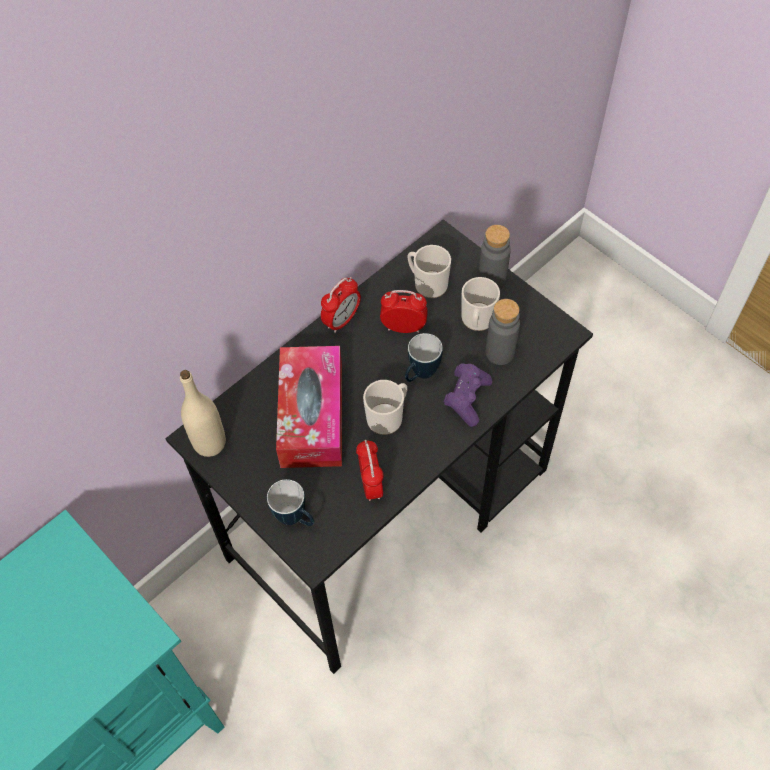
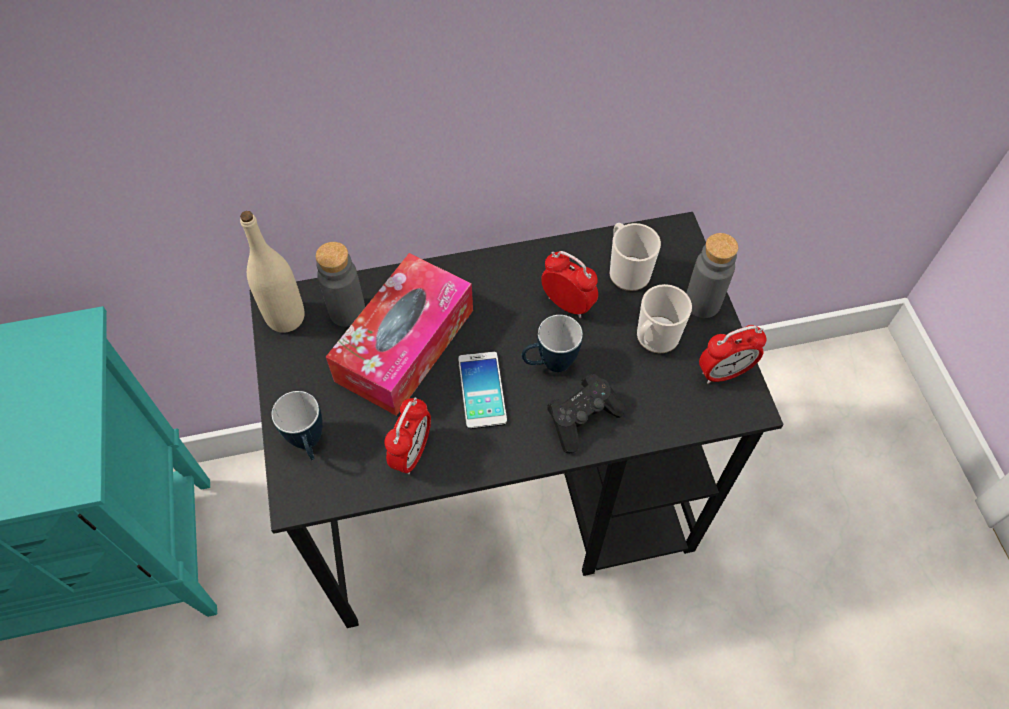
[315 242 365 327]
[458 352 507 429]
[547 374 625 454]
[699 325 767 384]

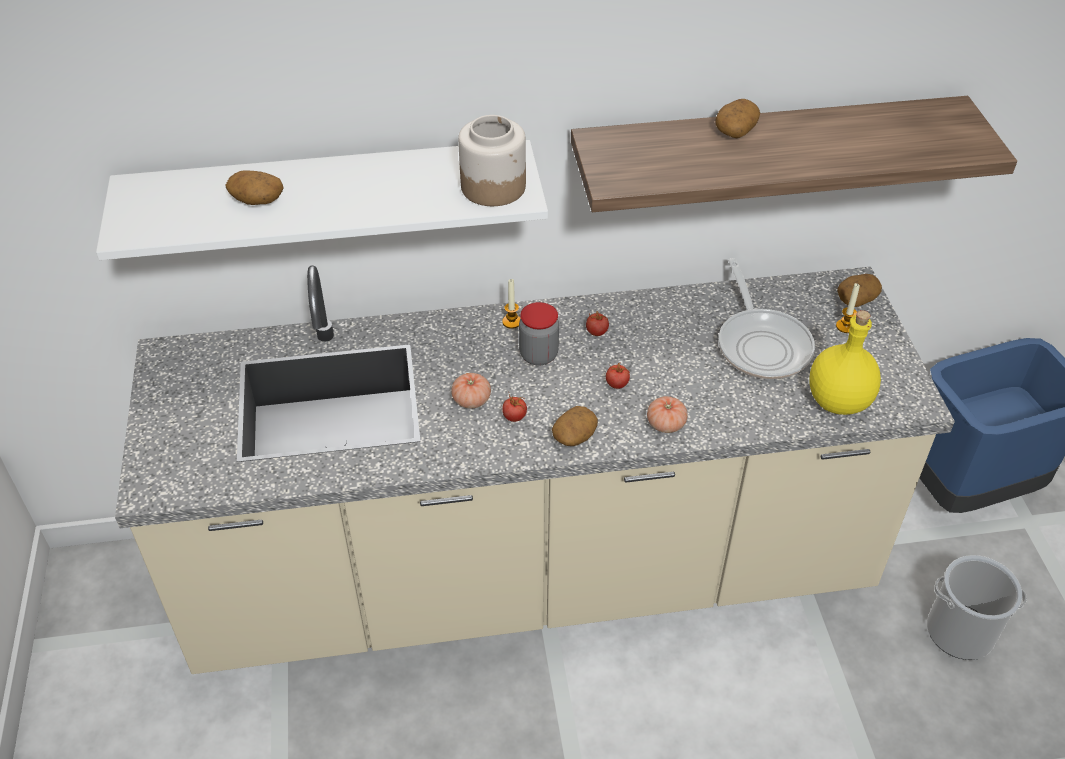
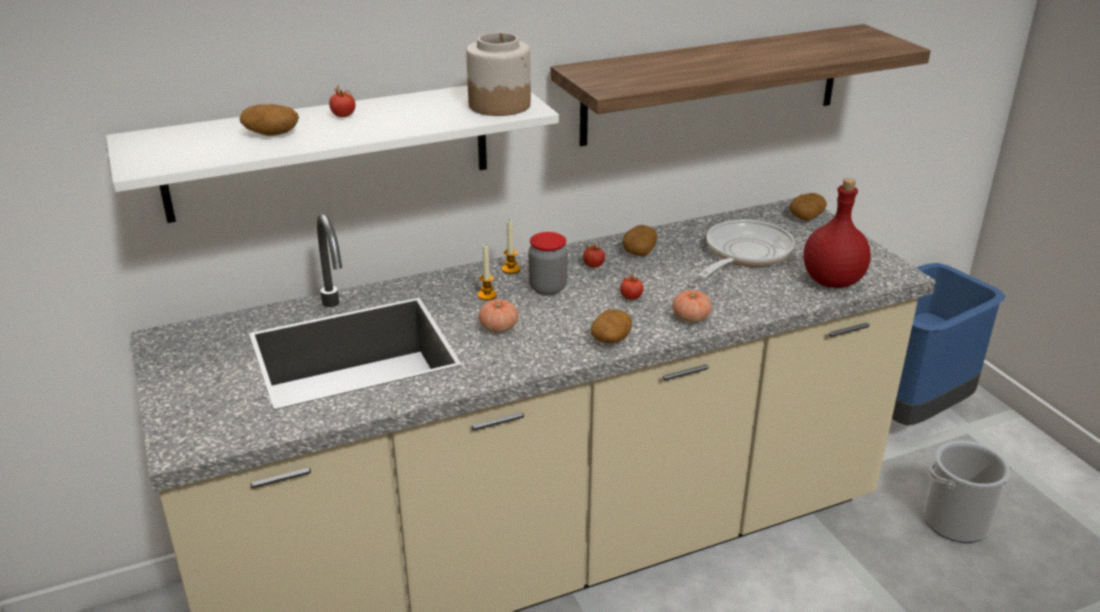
[329 85 355 117]
[477 244 497 301]
[623 225 657 256]
[697 219 795 279]
[804 178 871 288]

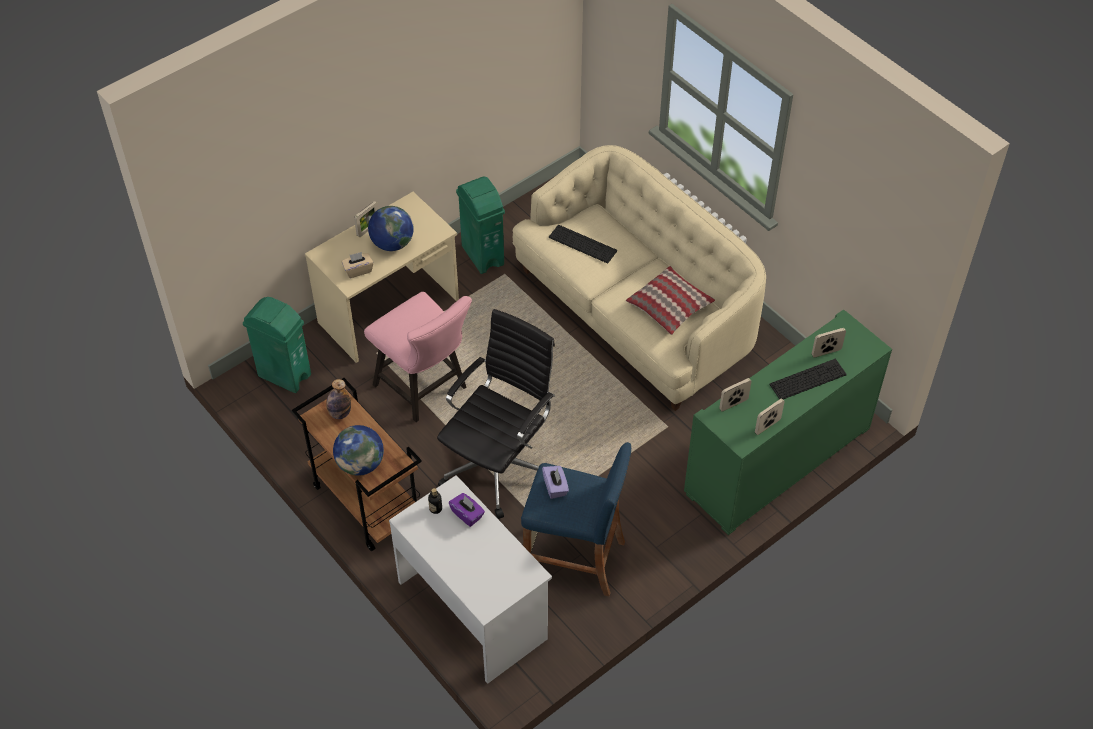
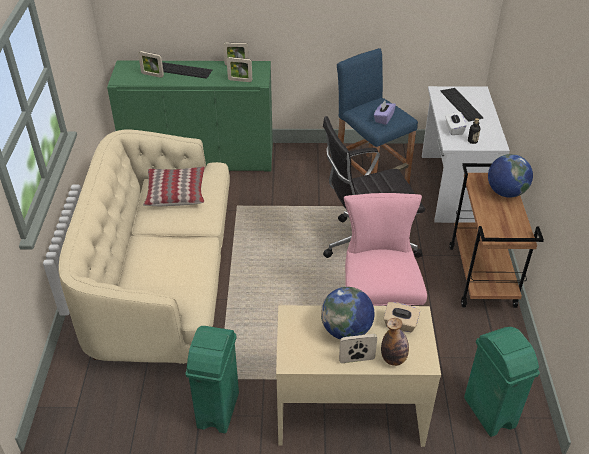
[381 318 409 366]
[440 88 484 122]
[445 111 467 135]

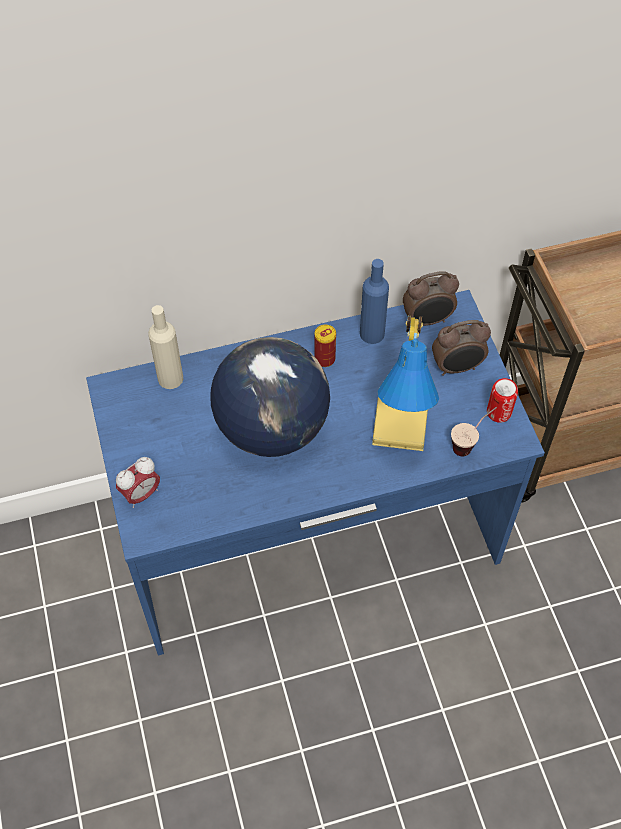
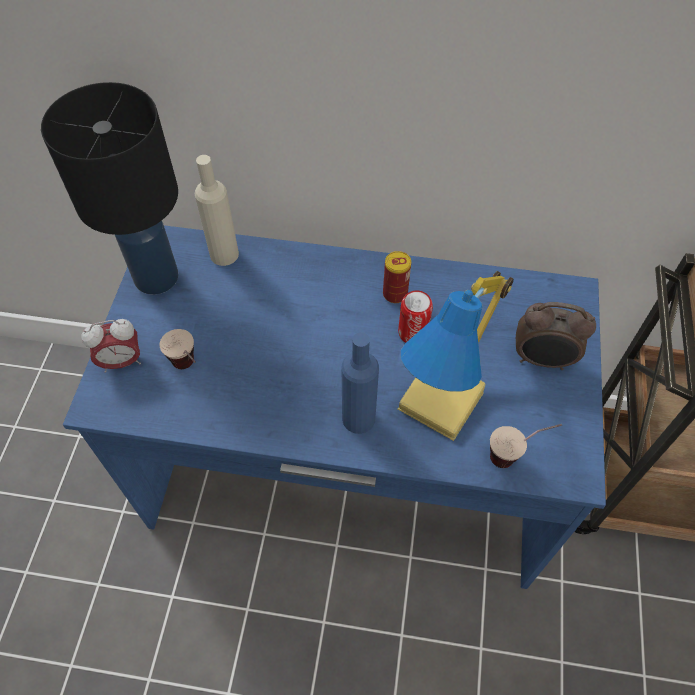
[41 82 178 295]
[159 329 196 369]
[342 332 379 434]
[398 290 433 343]
[210 337 330 457] (first image)
[403 271 459 326] (first image)

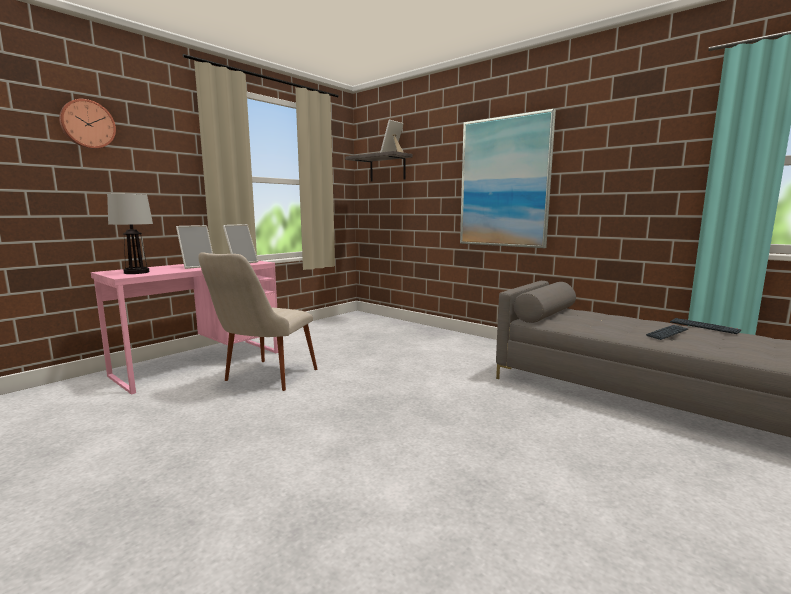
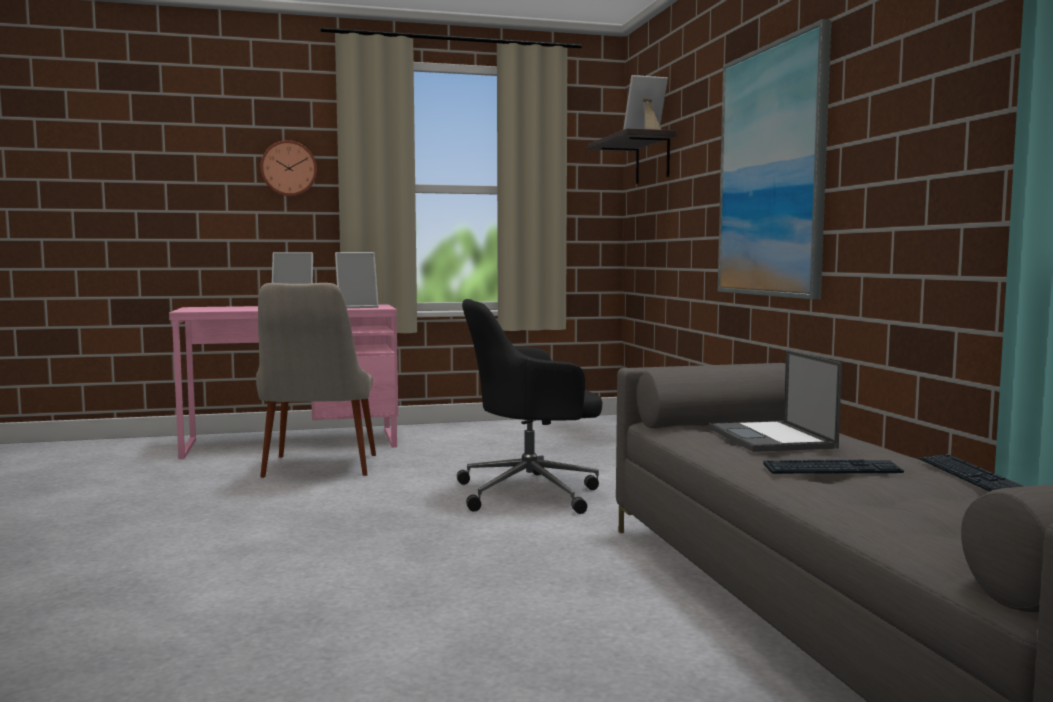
[256 283 376 478]
[260 140 317 196]
[457 299 602 514]
[709 350 842 452]
[107 194 153 274] (first image)

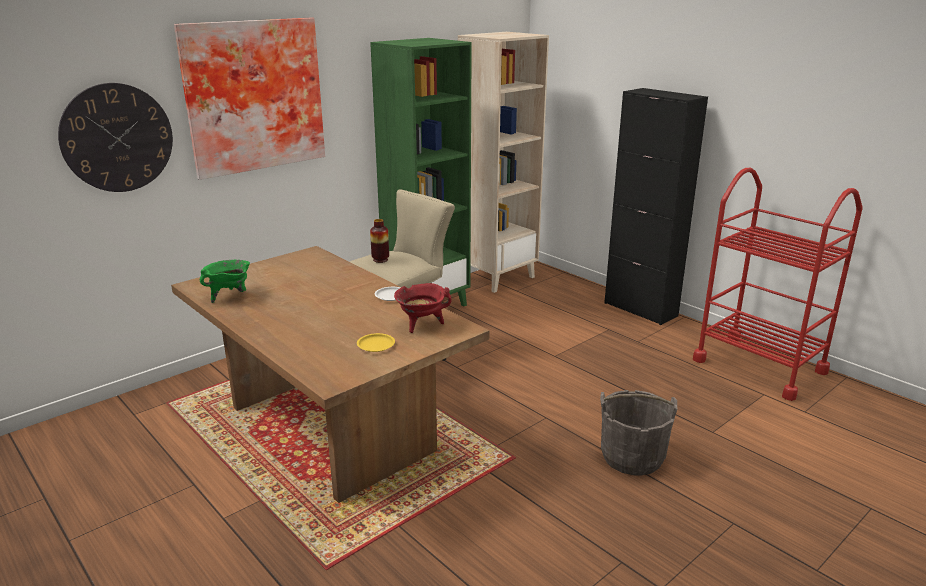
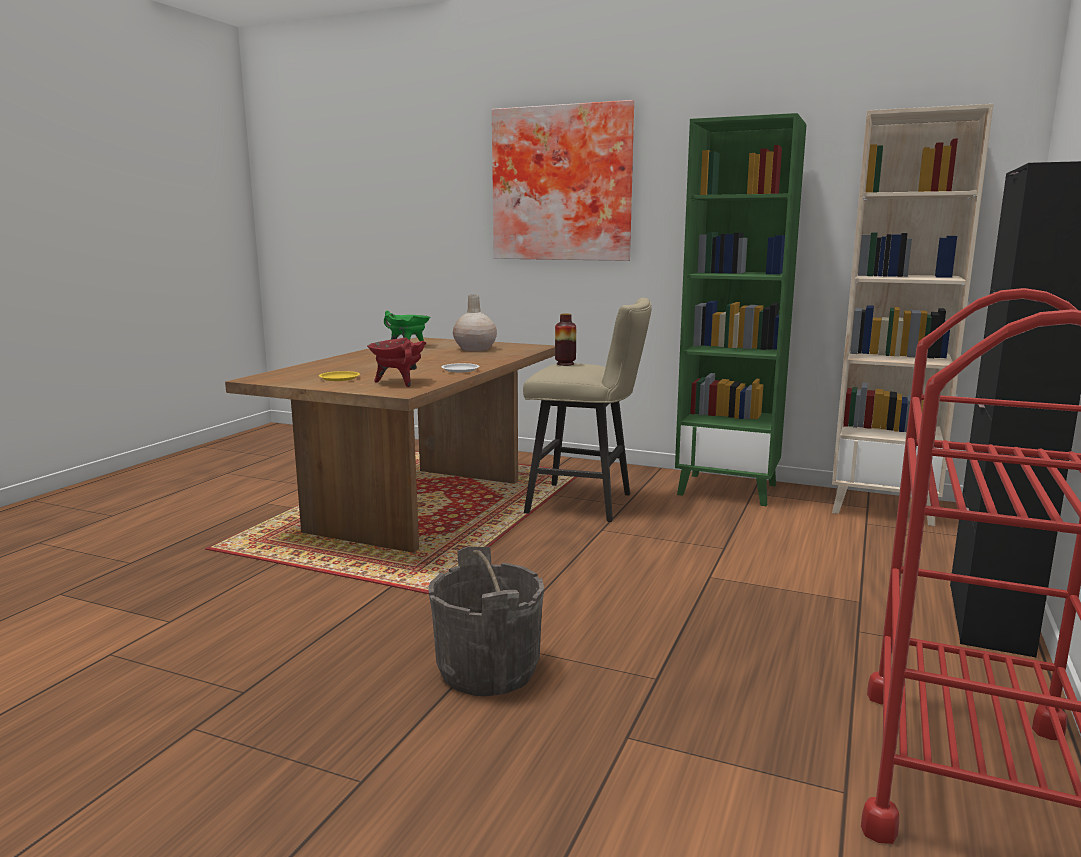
[453 295 497 351]
[58 83 173 192] (first image)

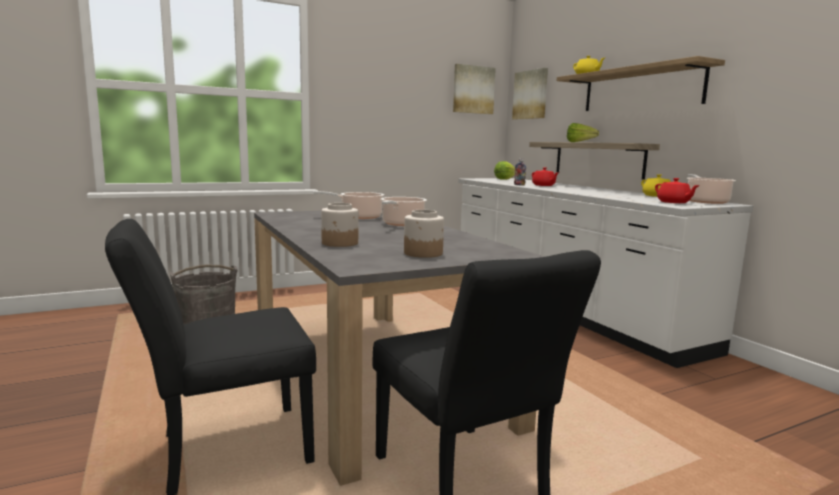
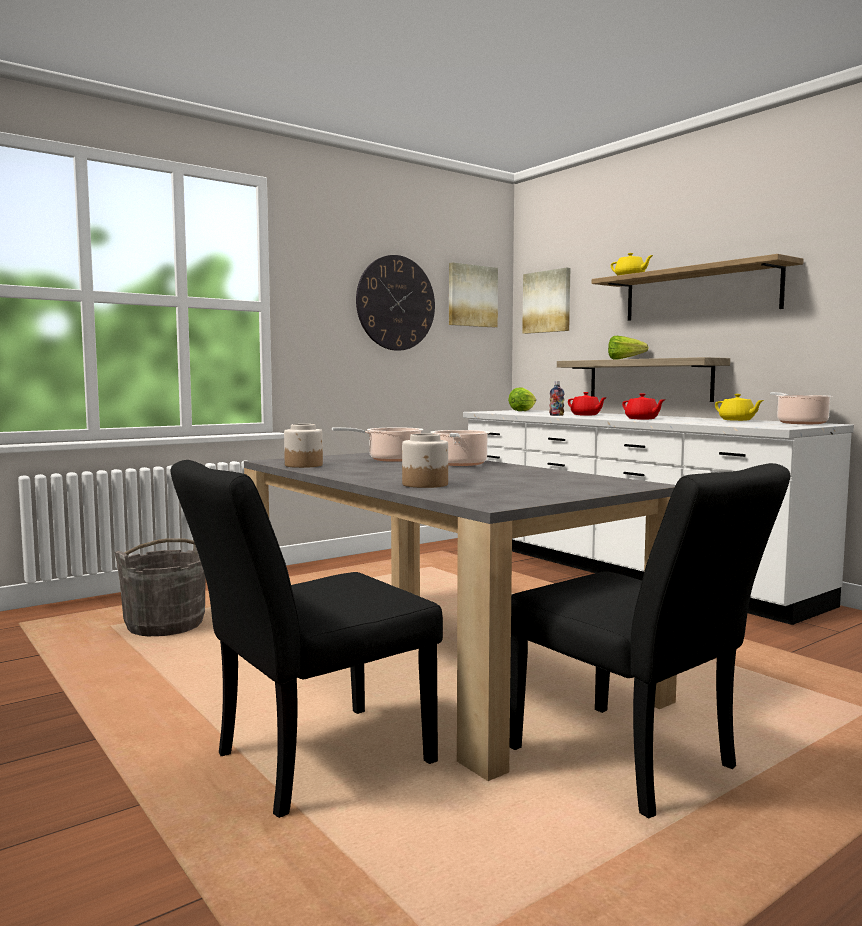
[284 424 323 468]
[356 255 435 351]
[622 393 664 419]

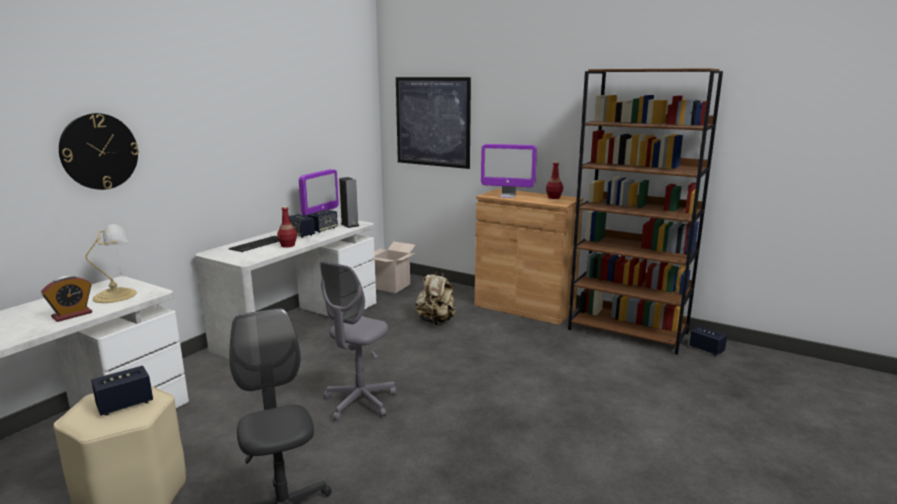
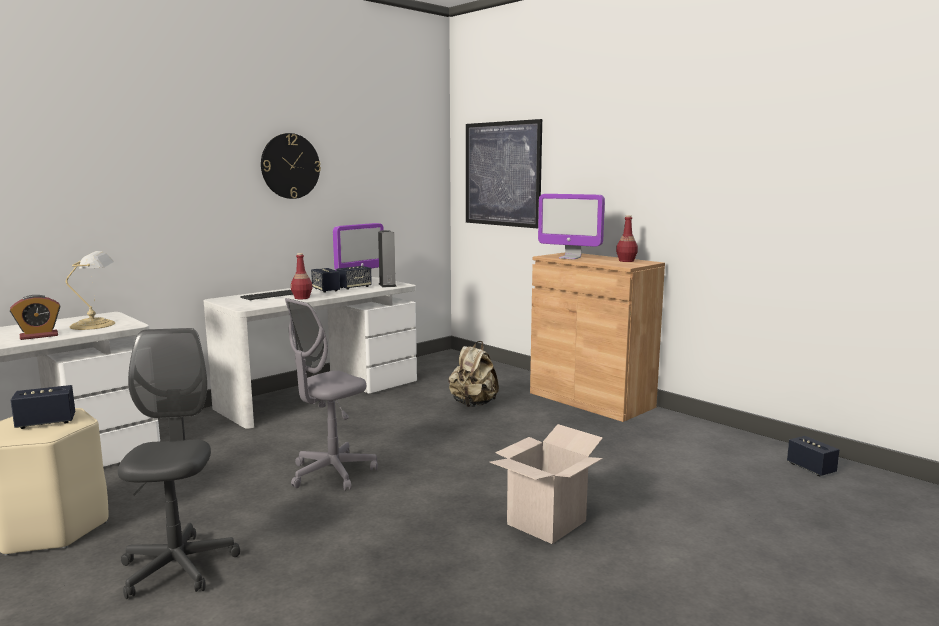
[261 133 321 199]
[490 424 603 544]
[568 68 723 355] (first image)

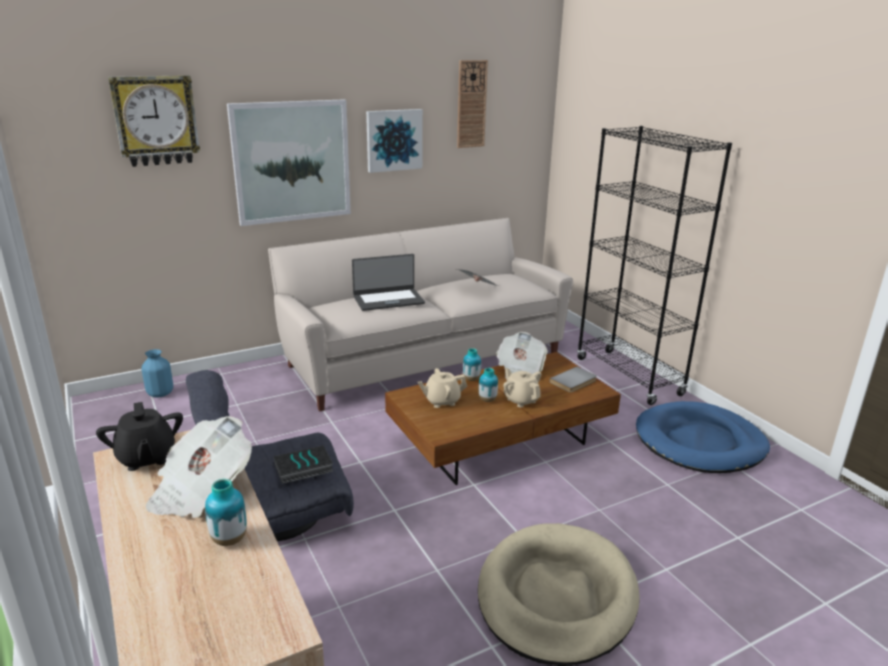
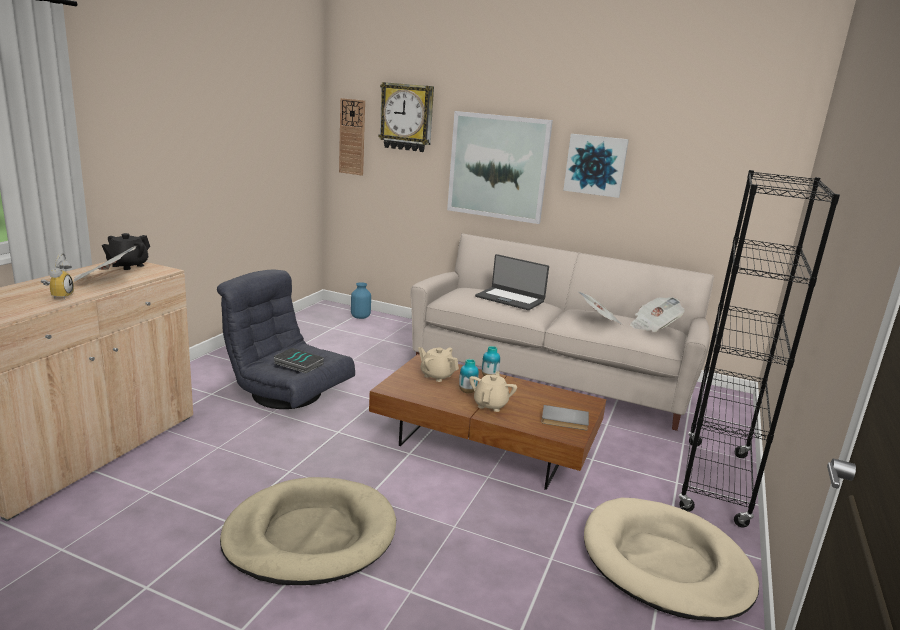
[41 253 74 299]
[339 98 365 175]
[584 498 759 621]
[629 297 685 332]

